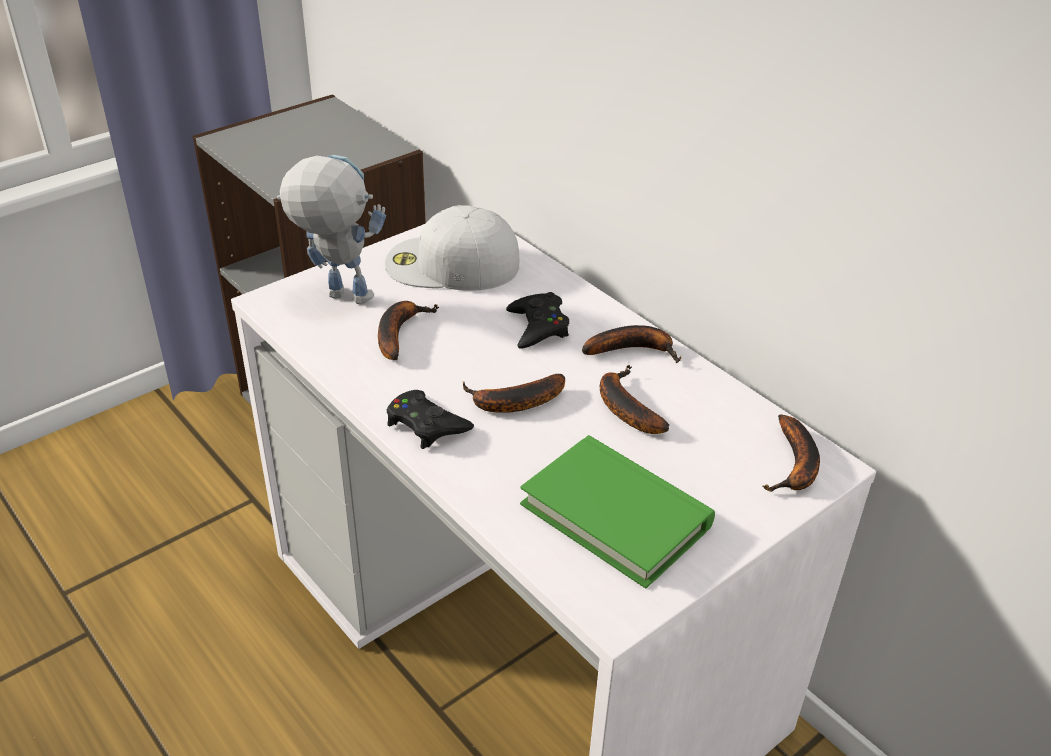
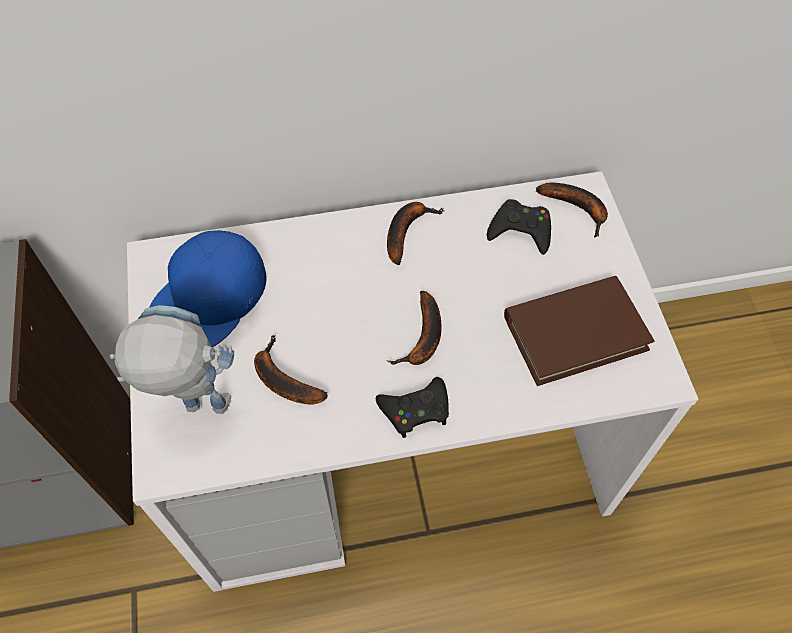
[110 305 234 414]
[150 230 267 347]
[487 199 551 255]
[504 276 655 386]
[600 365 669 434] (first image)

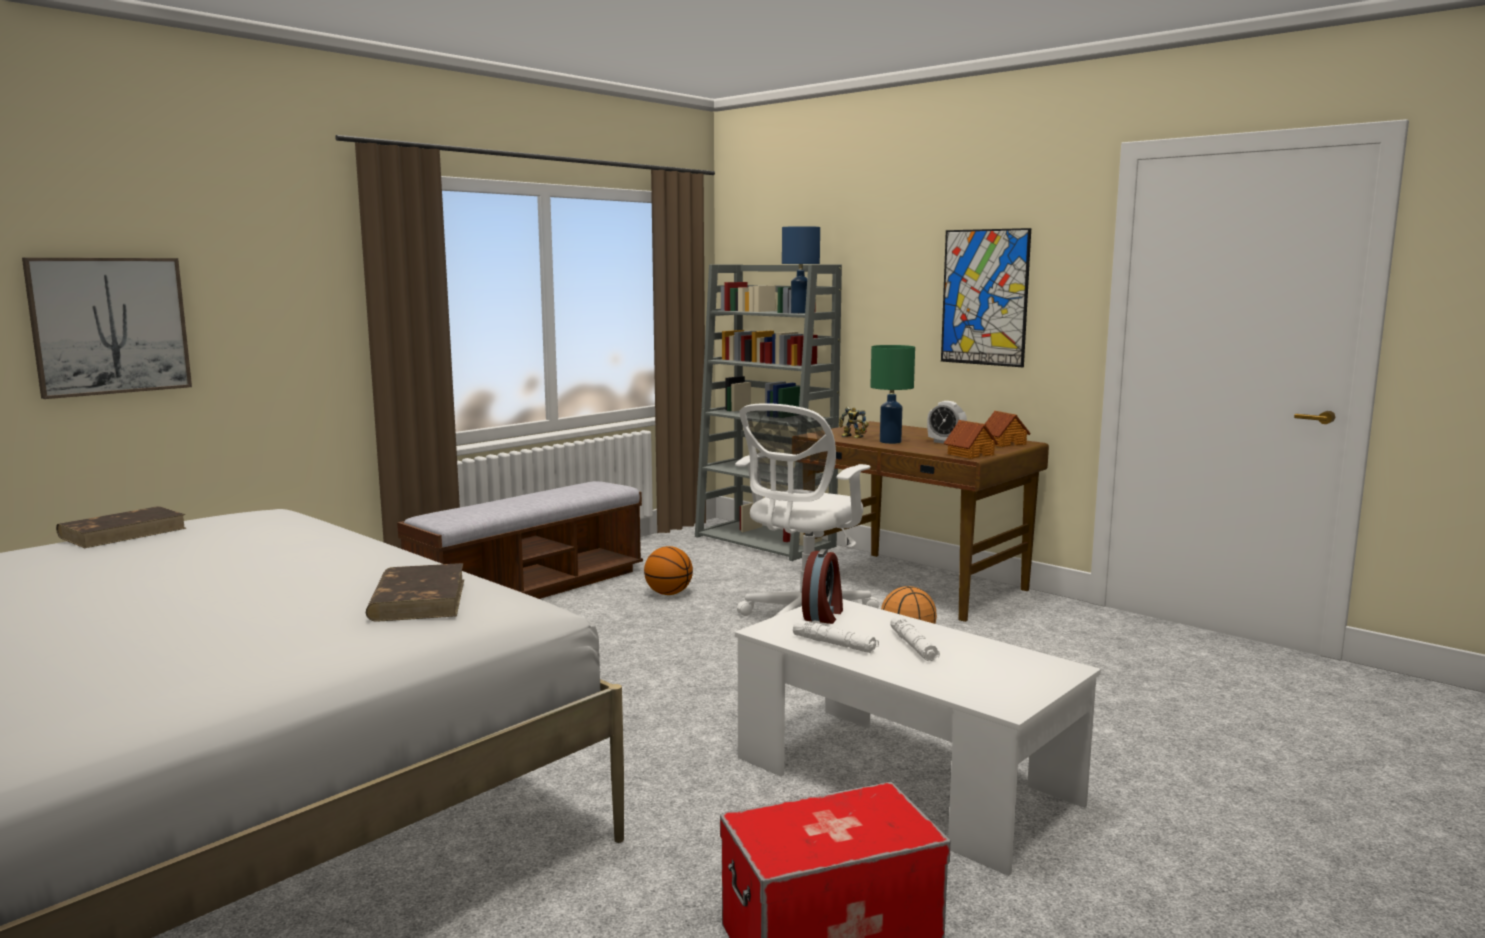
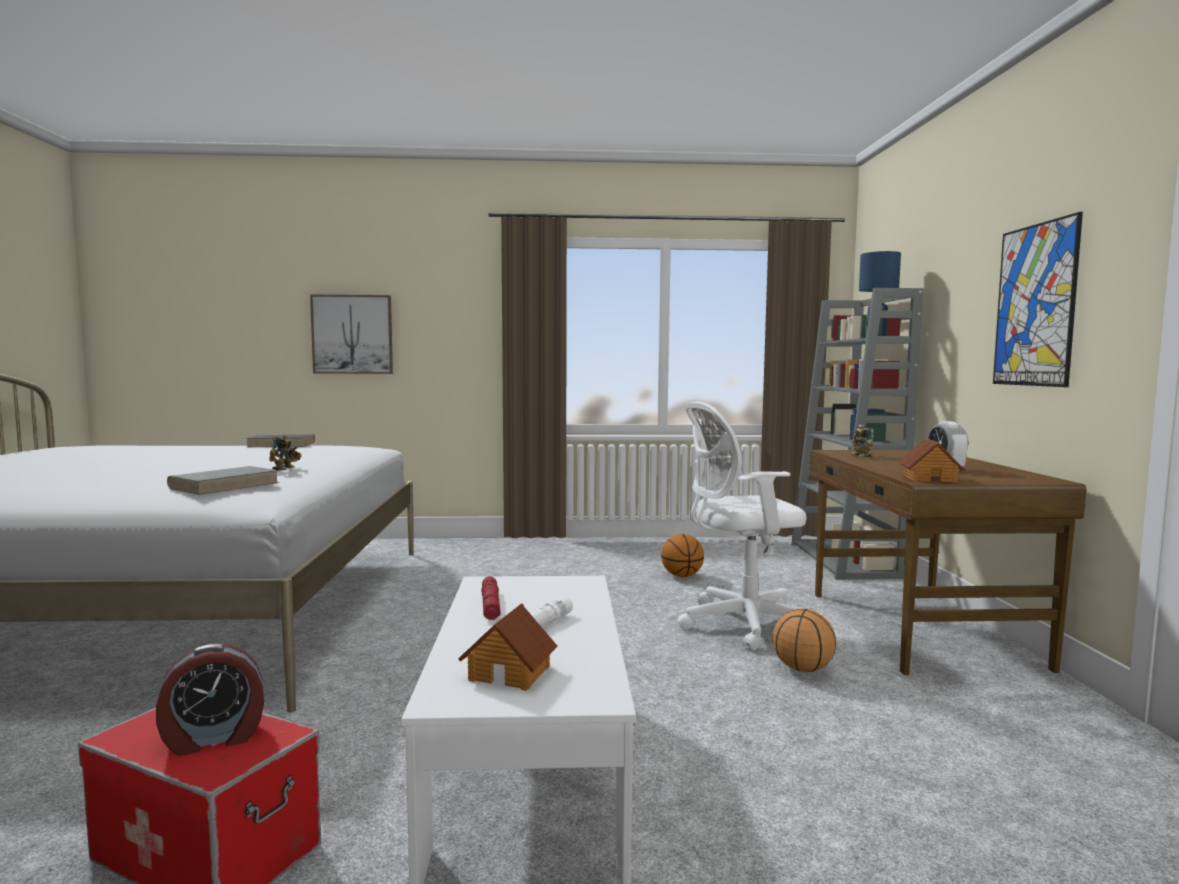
[156 644 264 756]
[167 466 279 495]
[269 435 302 470]
[458 603 557 691]
[481 576 501 620]
[397 481 643 599] (first image)
[870 345 915 444] (first image)

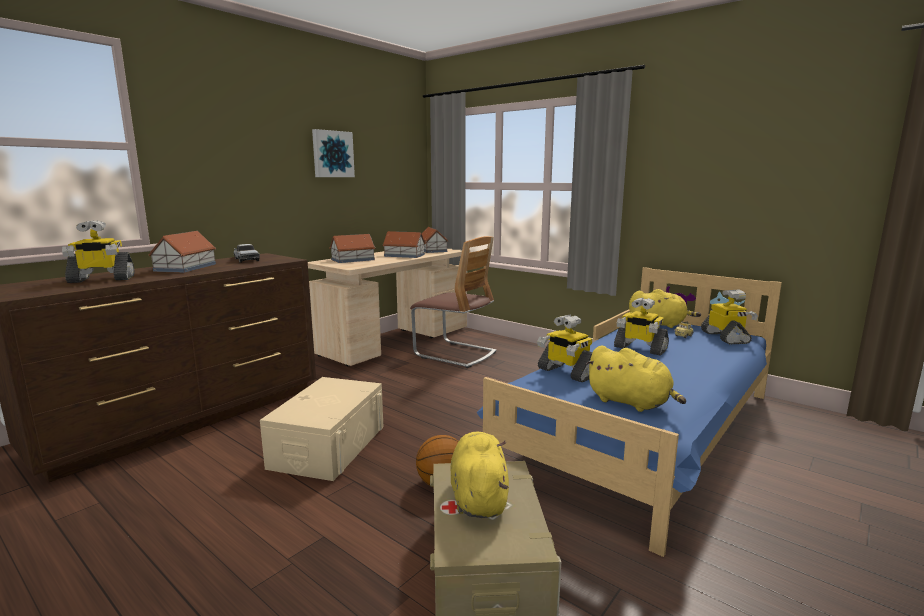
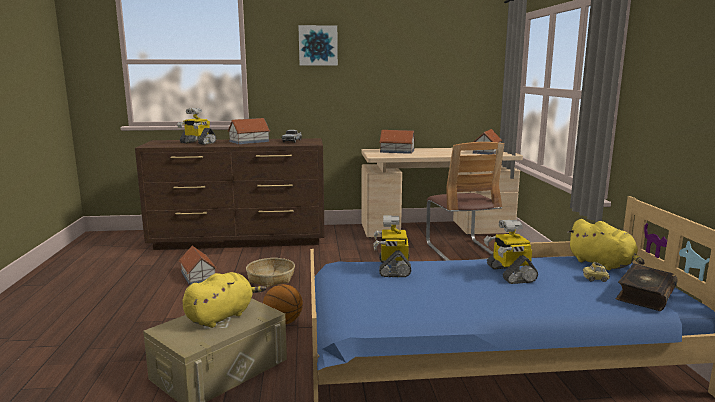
[179 246 217 285]
[246 258 295 287]
[298 25 338 66]
[616 264 678 311]
[586 345 686 412] (first image)

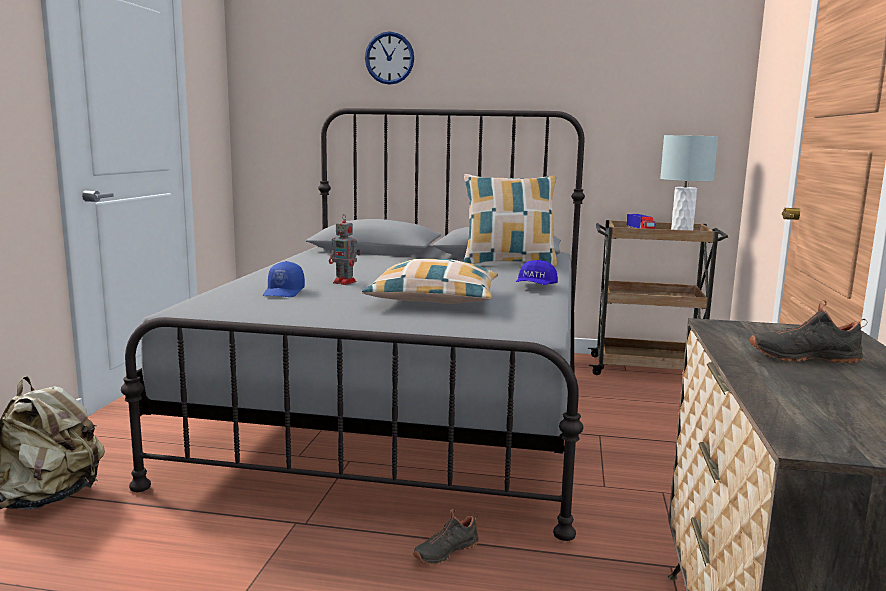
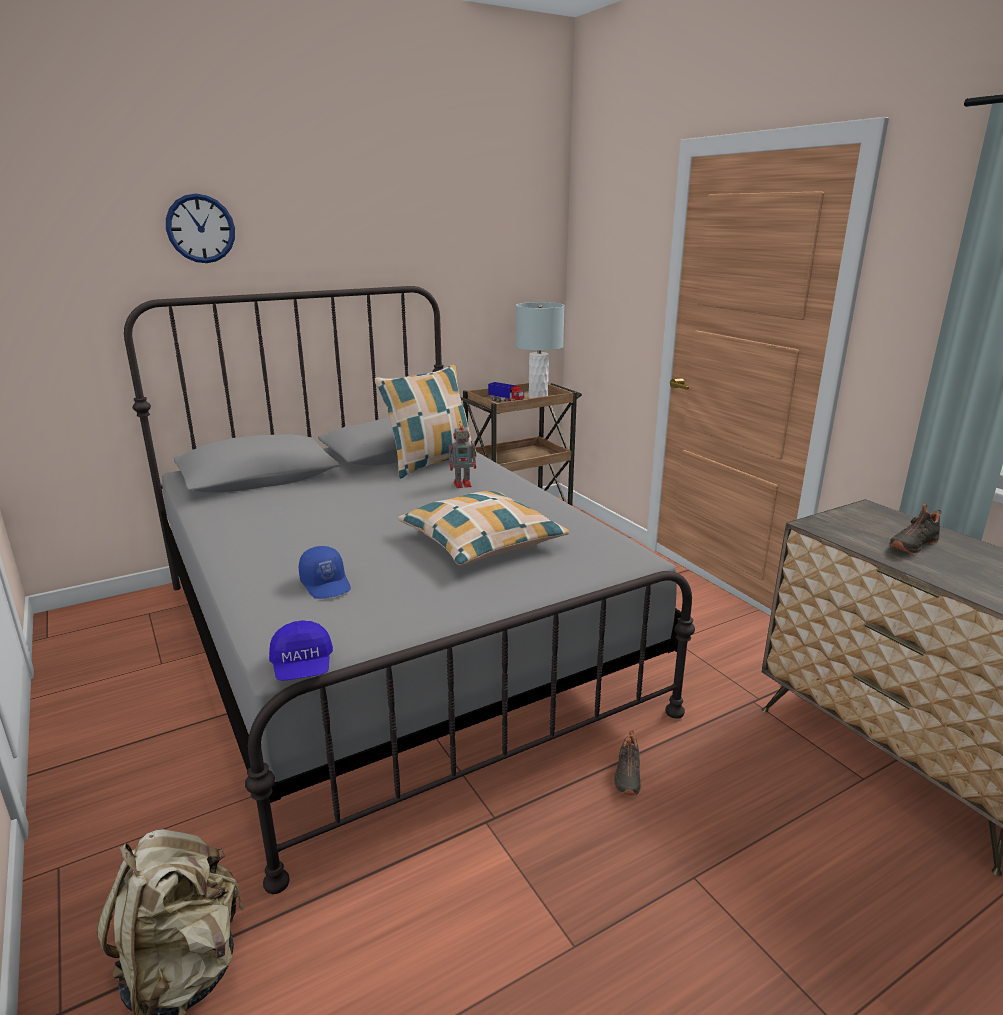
[269 620 333 681]
[449 421 476 488]

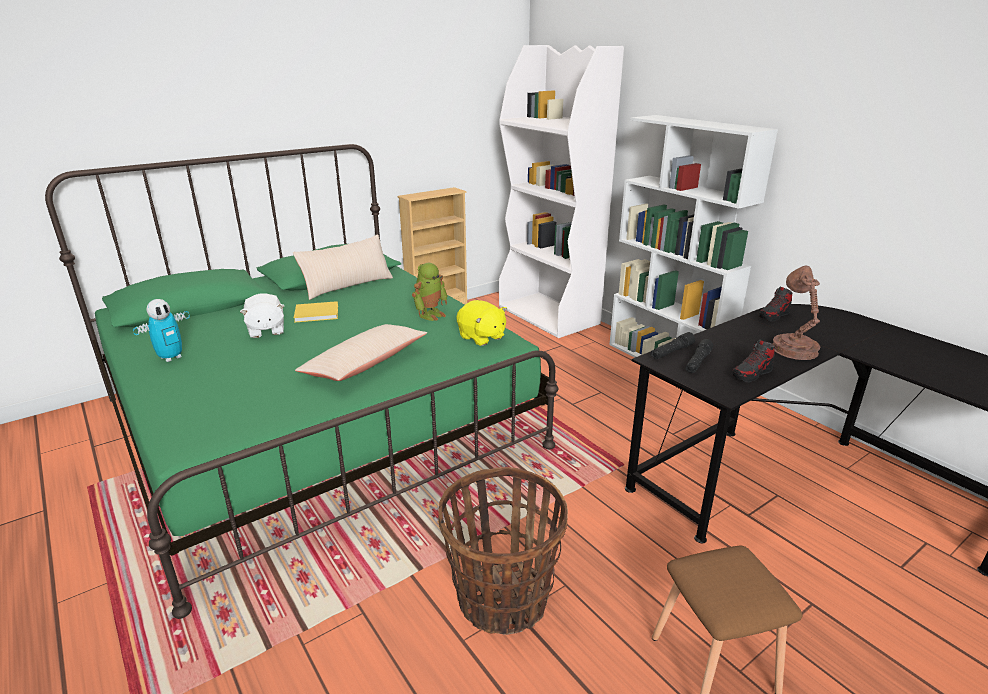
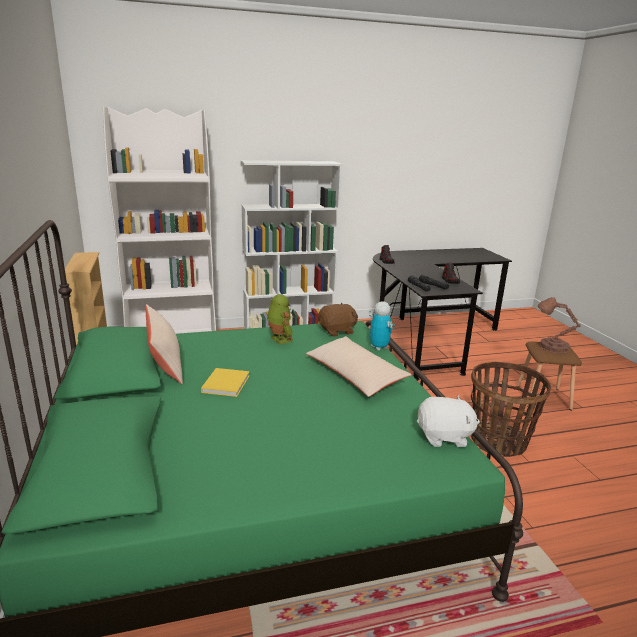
[318 303 358 337]
[369 301 395 350]
[417 395 480 447]
[538 297 580 353]

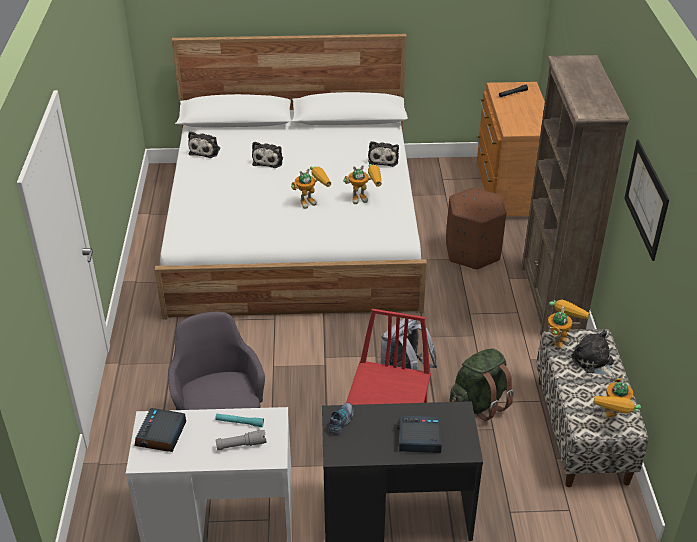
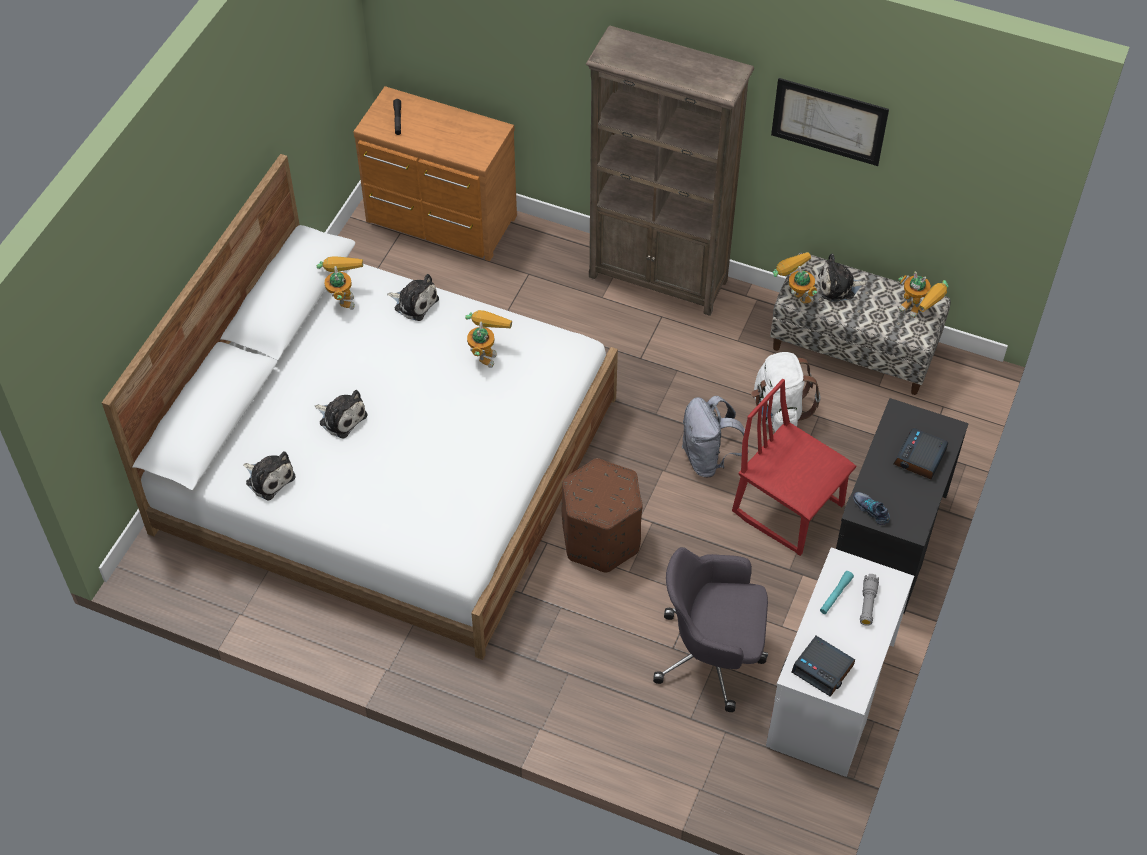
[317 256 363 310]
[562 458 643 573]
[751 352 821 432]

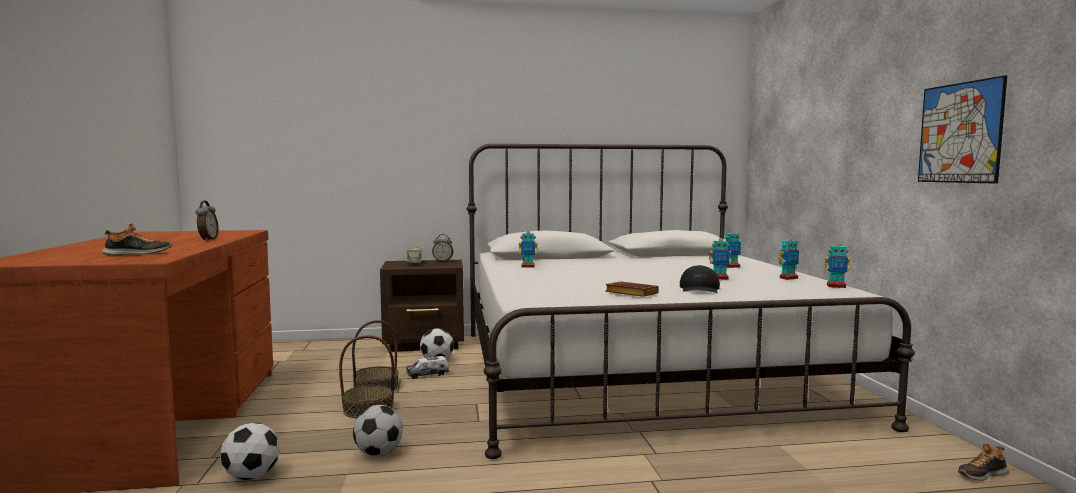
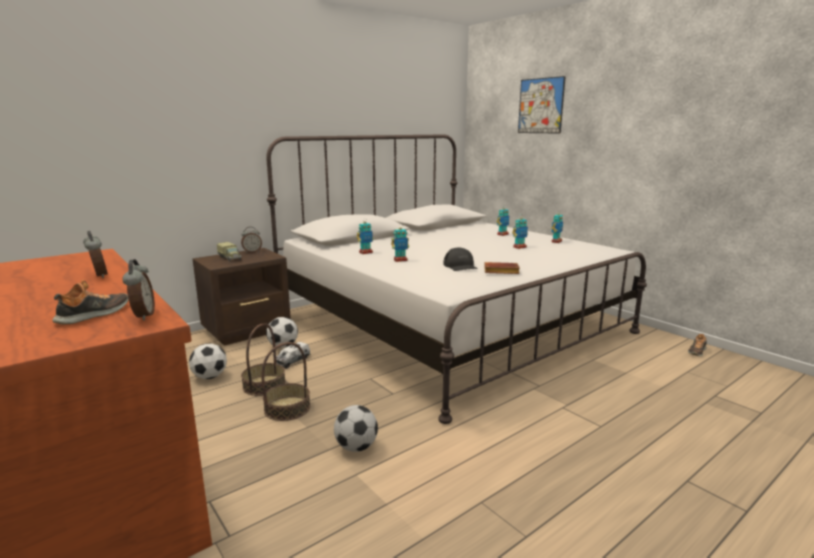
[122 259 155 320]
[189 344 227 379]
[391 225 409 262]
[443 247 478 271]
[518 76 566 134]

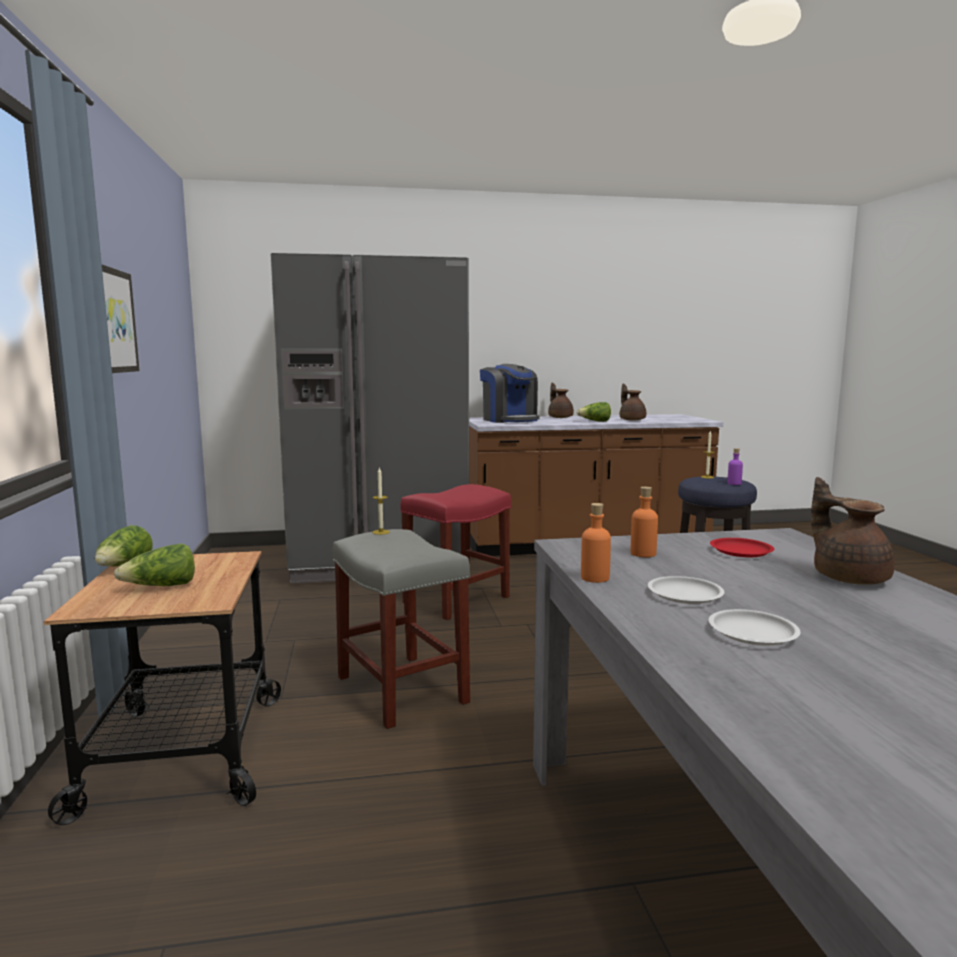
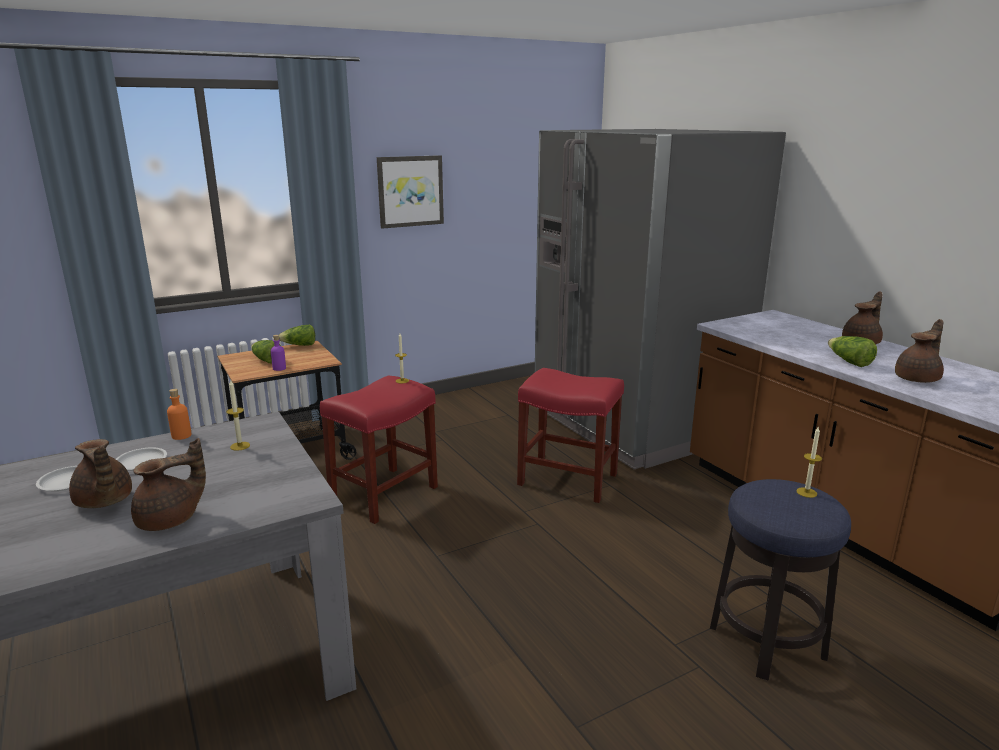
[69 439 132 508]
[226 381 250 451]
[271 335 286 371]
[320 376 438 524]
[480 364 540 423] (first image)
[710 538 774 557] (first image)

